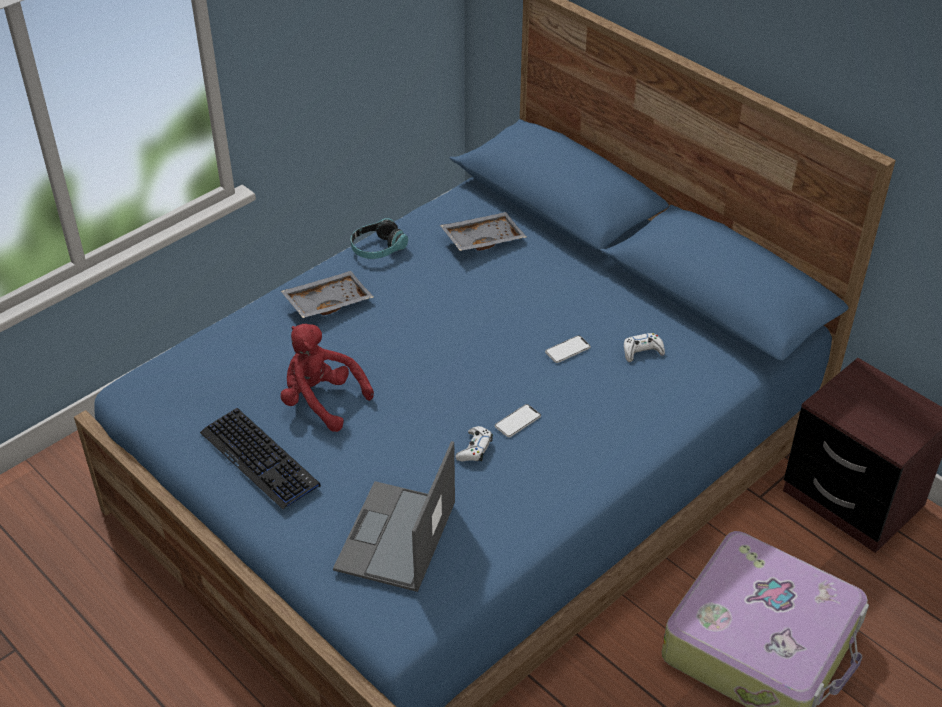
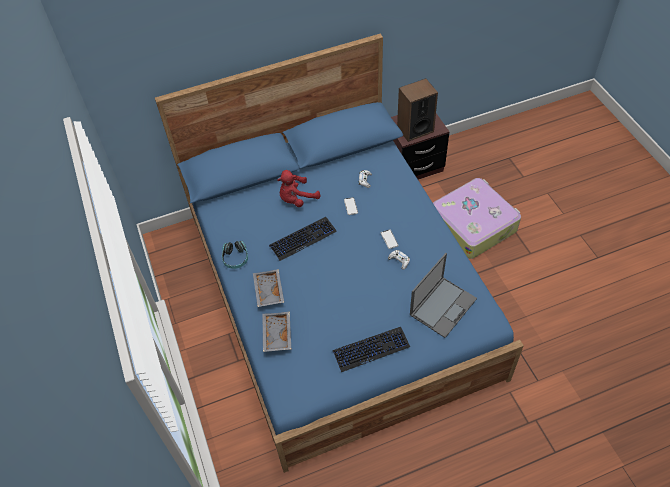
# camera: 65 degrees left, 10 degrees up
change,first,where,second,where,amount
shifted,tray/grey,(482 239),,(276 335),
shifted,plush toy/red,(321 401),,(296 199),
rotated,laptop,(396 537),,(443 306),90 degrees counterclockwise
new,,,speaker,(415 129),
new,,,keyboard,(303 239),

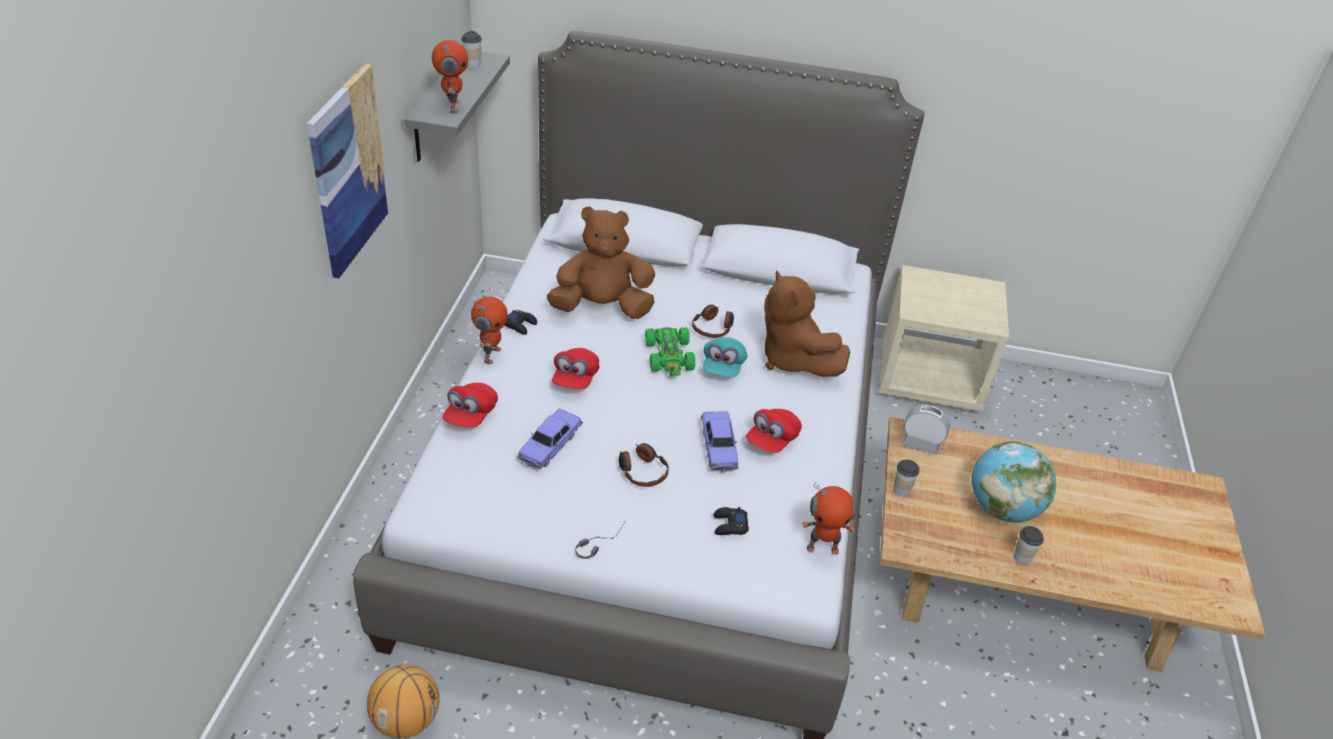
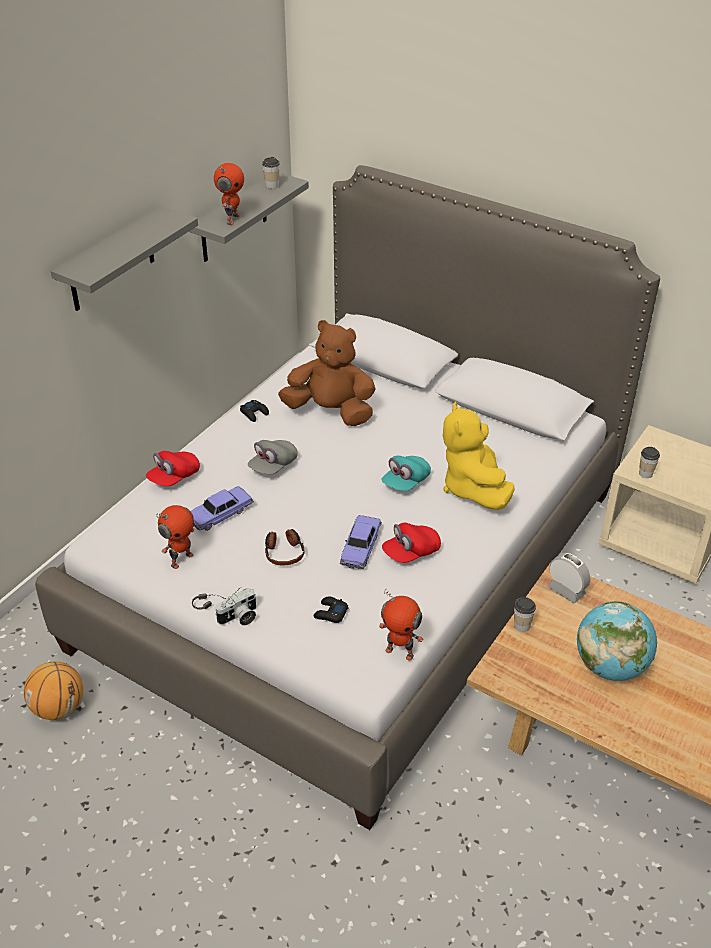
# camera: 25 degrees right, 0 degrees up
change,first,where,second,where,amount
swapped,picture,(348 171),shelf/grey,(111 261),
repainted,plush toy/brown,(792 359),plush toy/yellow,(473 488),
shifted,toy robot,(491 355),,(181 559),
gone,headphones,(713 327),,,
gone,toy car/green,(669 357),,,
repainted,cap/red,(575 379),cap/grey,(273 466),
shifted,cup,(1022 557),,(645 473),
new,,,photo camera,(239 618),

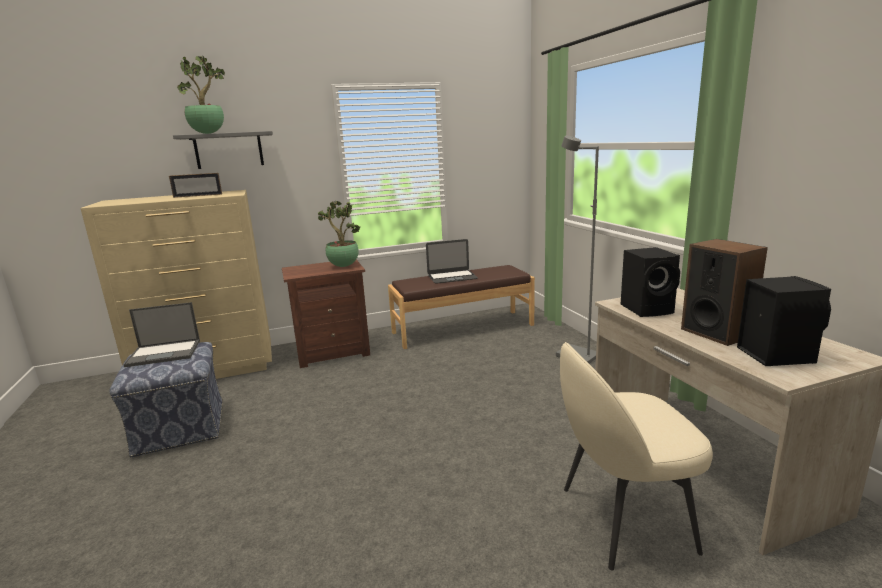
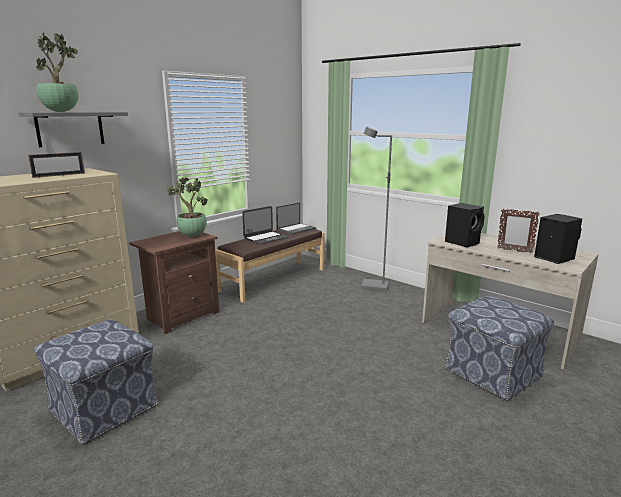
# camera: 30 degrees left, 0 degrees up
change,first,where,second,where,amount
swapped,speaker,(716 332),picture frame,(514 251),
shifted,laptop,(165 353),,(296 229),
swapped,chair/beige,(622 519),ottoman,(491 372),

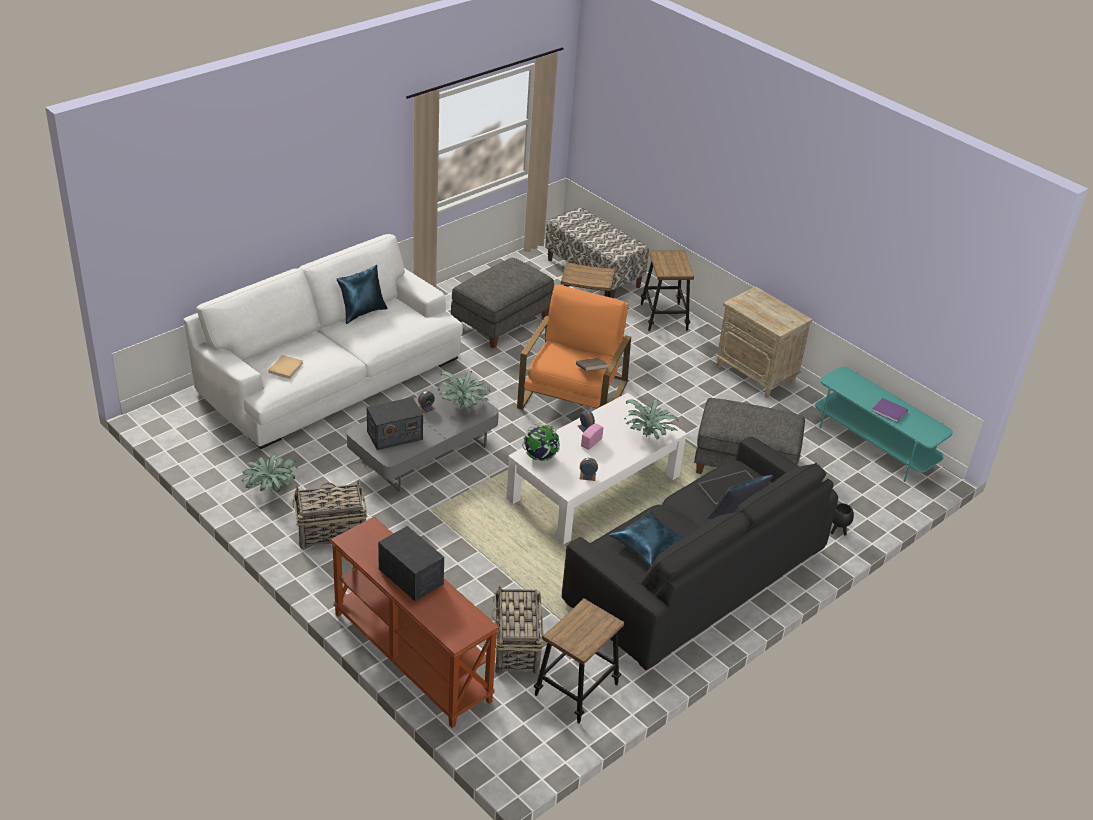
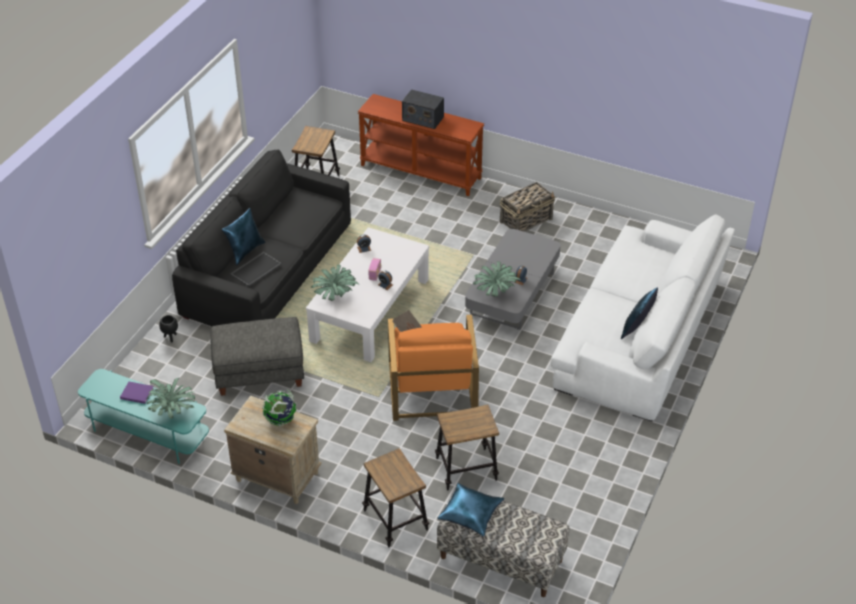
# camera: 160 degrees right, 5 degrees up
change,first,where,second,where,amount
gone,ottoman/grey,(501 320),,,
gone,book/beige,(286 367),,,
gone,radio,(394 435),,,
shifted,globe,(540 457),,(281 420),
shifted,potted plant,(270 489),,(172 411),
shifted,pillow/blue,(648 545),,(470 513),
gone,basket,(516 647),,,

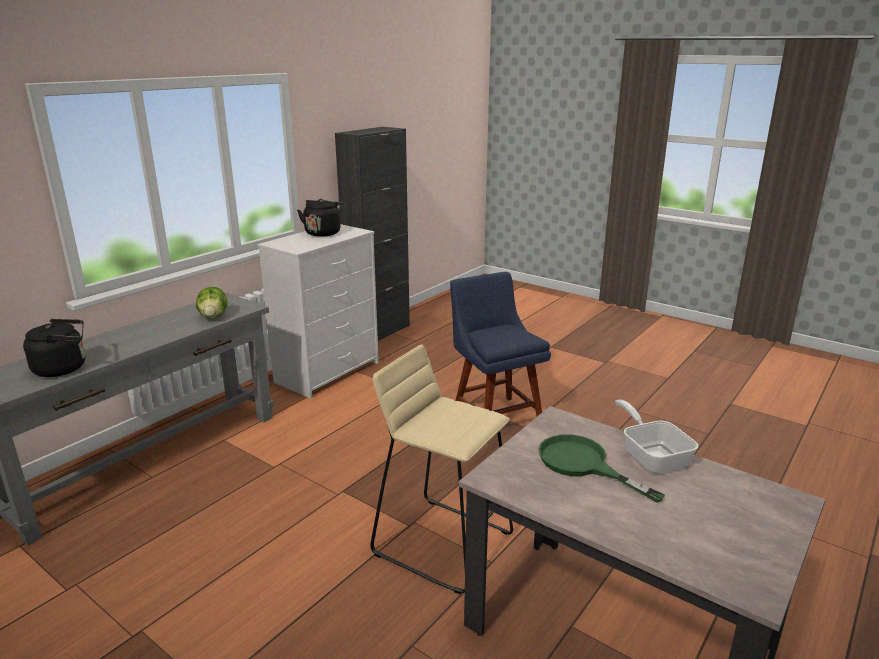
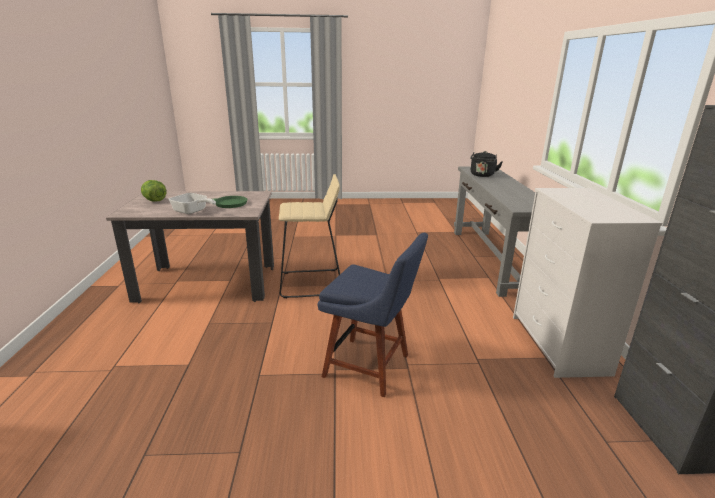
# camera: 140 degrees right, 0 degrees up
change,first,where,second,where,amount
gone,kettle/black,(323 233),,,
shifted,lettuce,(213 317),,(154 200),

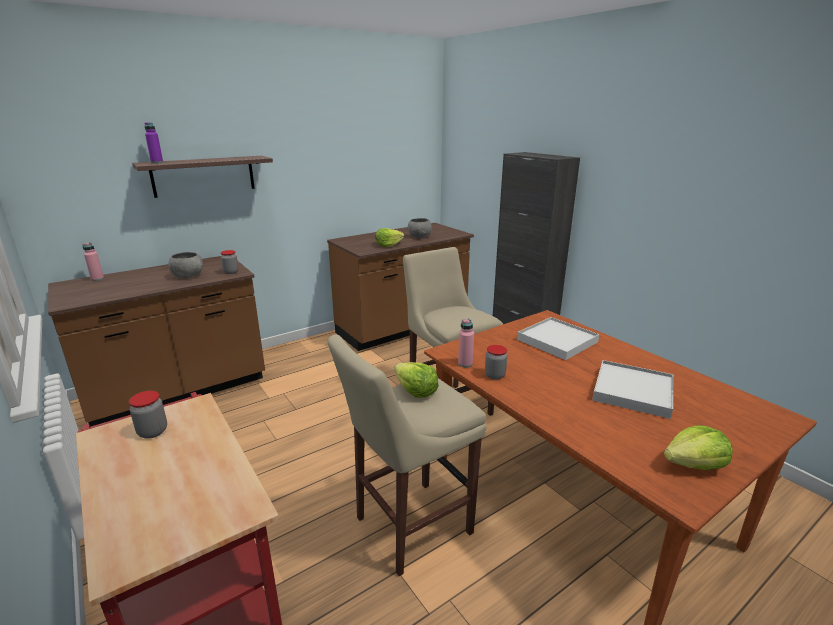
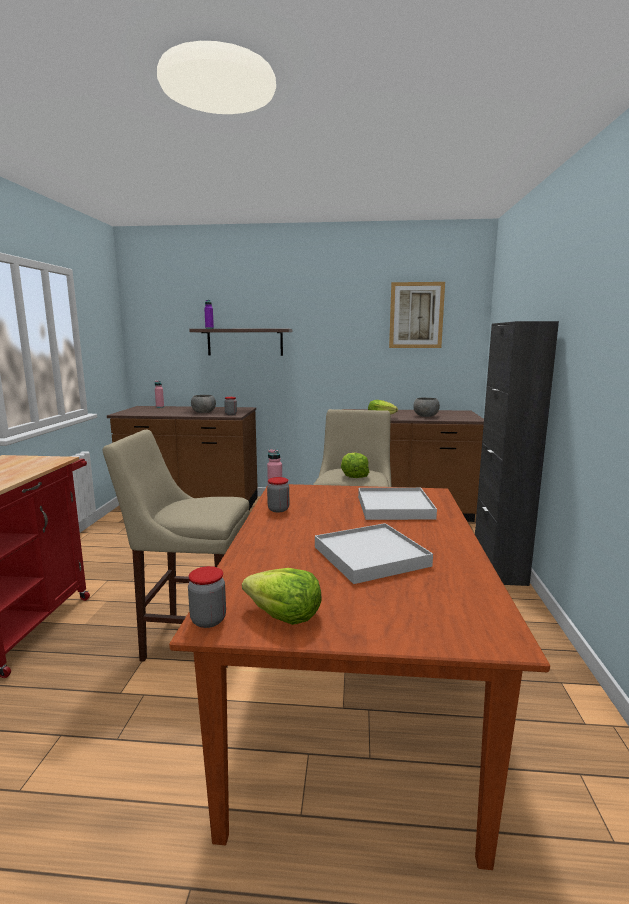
# camera: 40 degrees right, 10 degrees down
change,first,where,second,where,amount
shifted,lettuce,(415 391),,(353 475),
shifted,jar,(153 432),,(208 620),
new,,,picture,(416 315),

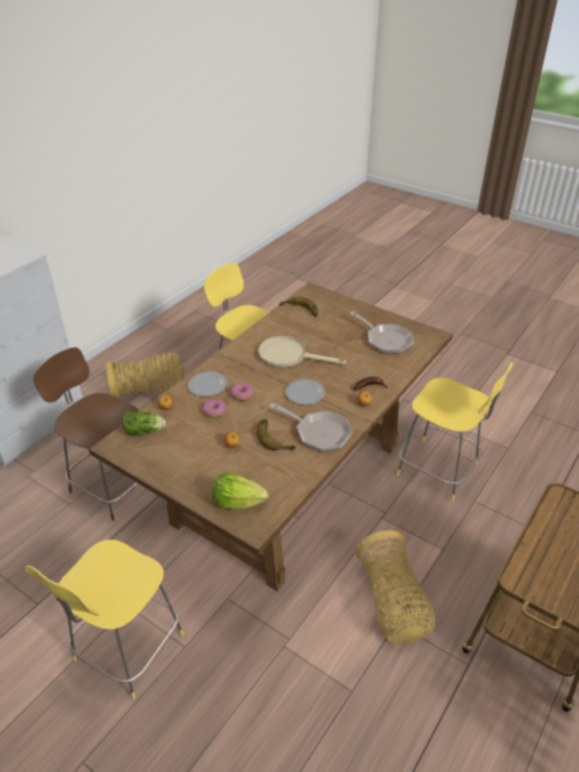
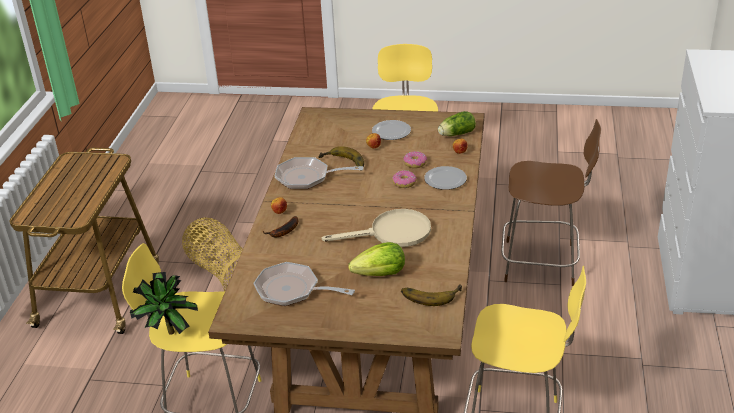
# camera: 155 degrees right, 5 degrees down
change,first,where,second,where,amount
gone,basket,(149 390),,,
shifted,plate,(304 394),,(391 131),
shifted,lettuce,(237 502),,(380 274),
new,,,potted plant,(166 333),

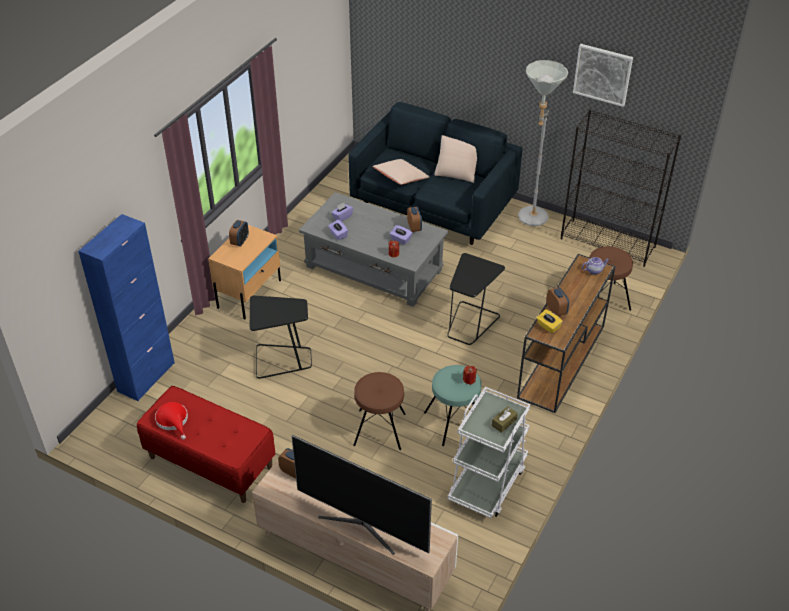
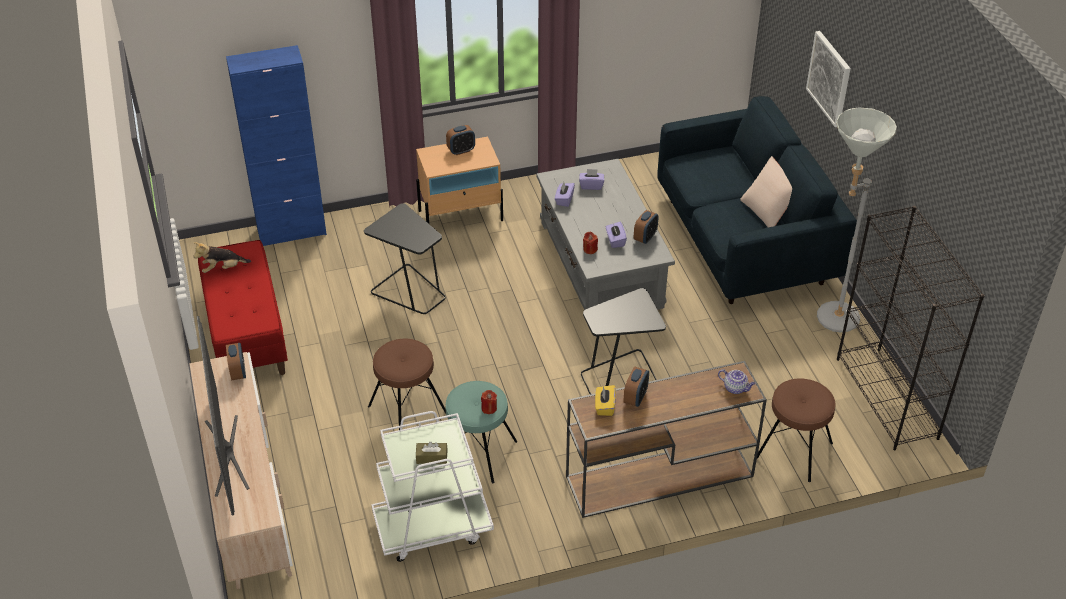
# camera: 45 degrees right, 0 degrees up
change,first,where,second,where,amount
shifted,picture,(602 74),,(829 78),
gone,pillow/beige,(401 178),,,
swapped,hat/red,(173 421),plush toy,(222 268),

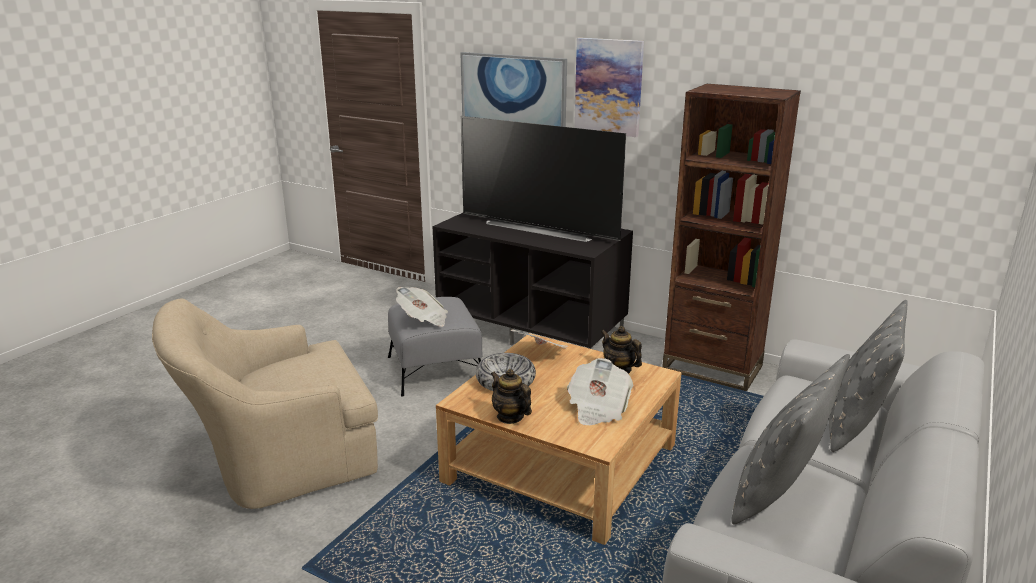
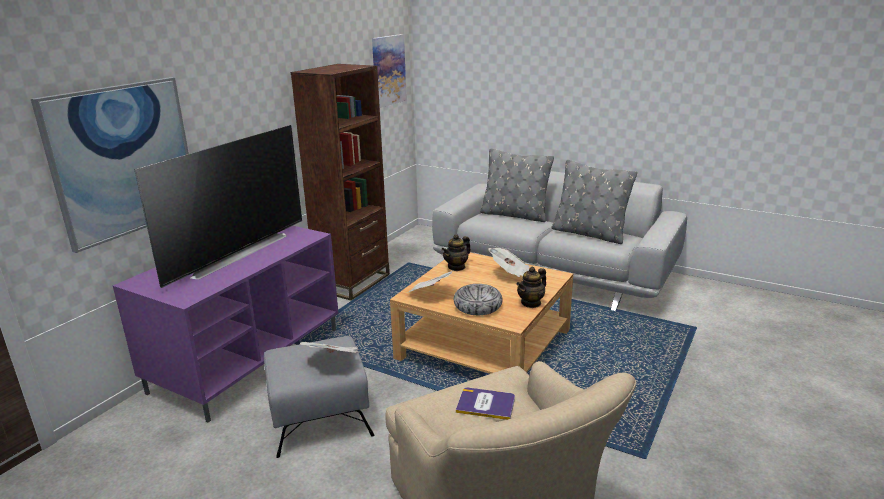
# camera: 90 degrees left, 0 degrees up
change,first,where,second,where,amount
shifted,picture,(608 87),,(388 70),
repainted,tv stand/black,(533 329),tv stand/purple,(248 359),
new,,,book,(486 404),

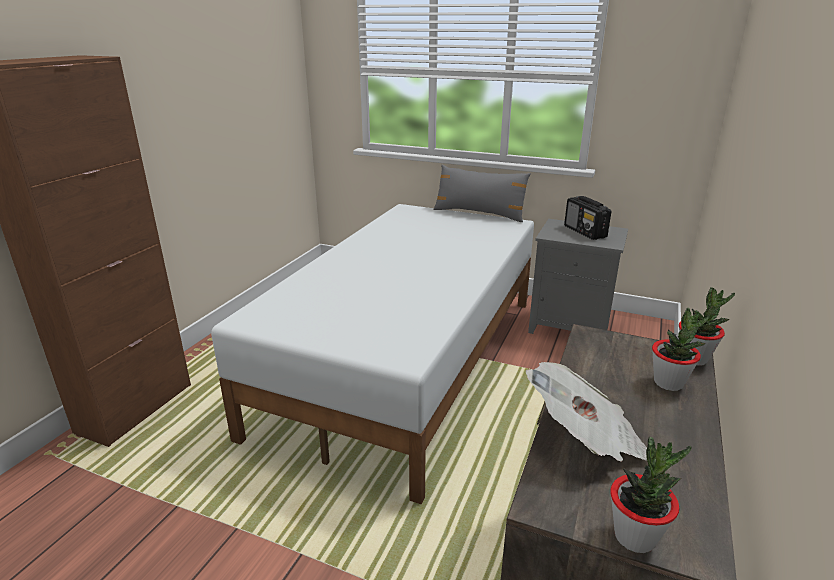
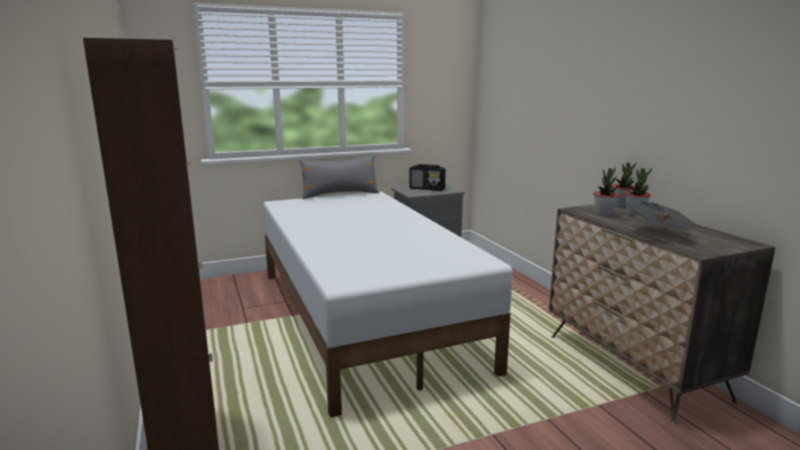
# camera: 45 degrees left, 10 degrees down
change,first,where,second,where,amount
shifted,potted plant,(635 537),,(604 213),

